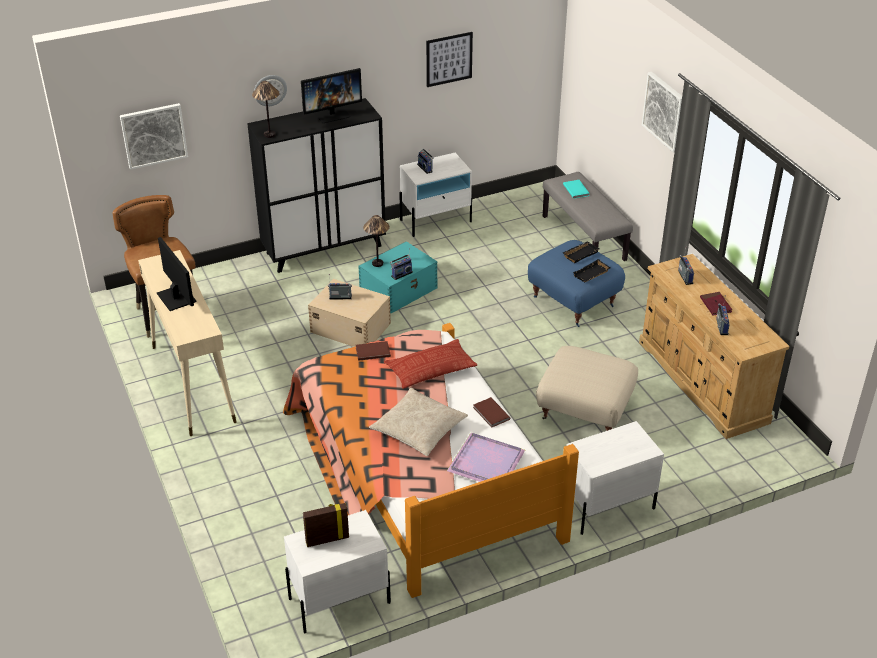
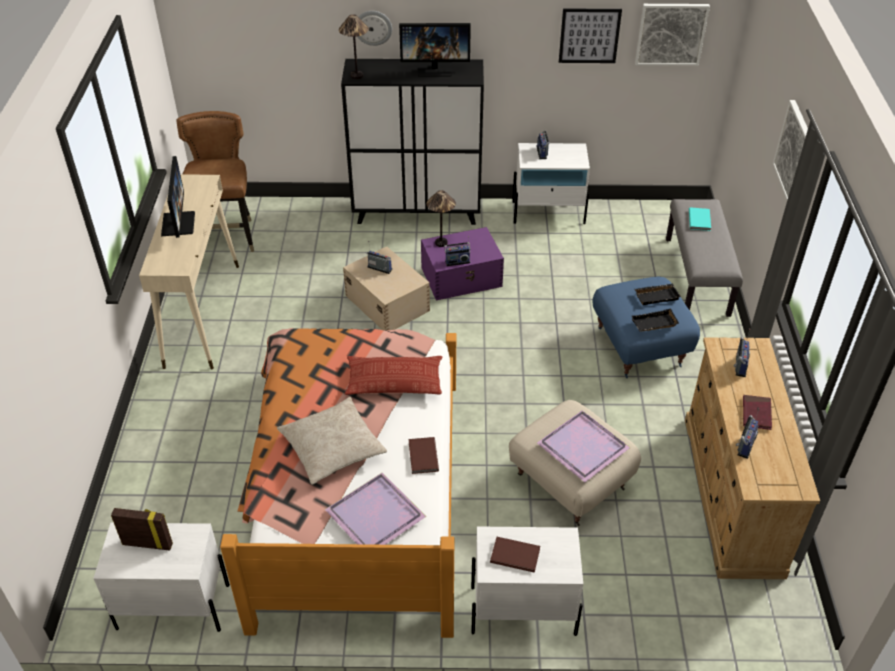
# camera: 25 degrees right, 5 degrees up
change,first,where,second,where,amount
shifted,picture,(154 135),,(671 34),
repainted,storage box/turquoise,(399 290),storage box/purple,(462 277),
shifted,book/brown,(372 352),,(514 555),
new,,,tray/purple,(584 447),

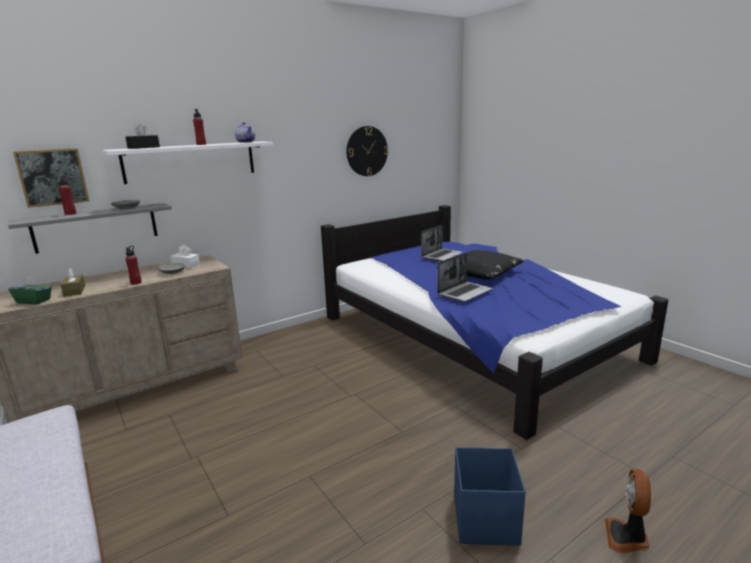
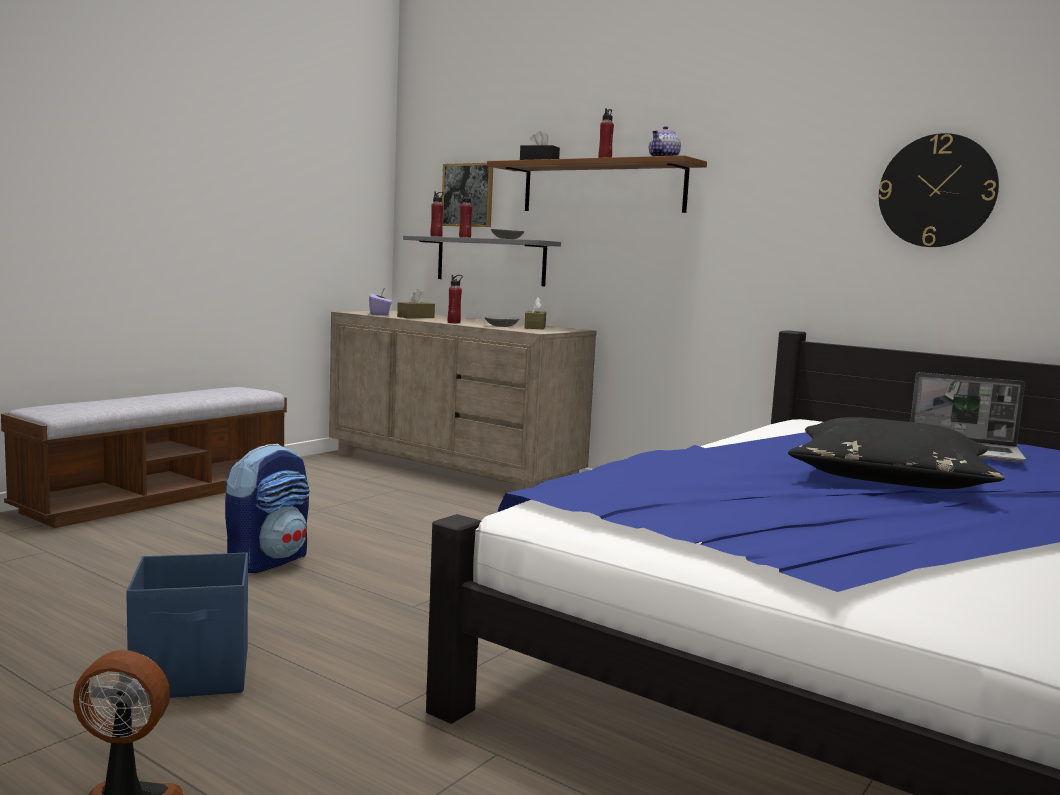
# camera: 70 degrees right, 10 degrees down
change,first,where,second,where,amount
repainted,shelf/white,(191 161),shelf/brown,(602 187),
repainted,tissue box/white,(186 265),tissue box/brown,(535 327),
gone,laptop,(464 292),,,
repainted,tissue box/green,(34 301),tissue box/purple,(380 314),
new,,,bottle/red,(436 236),
new,,,backpack,(268 561),

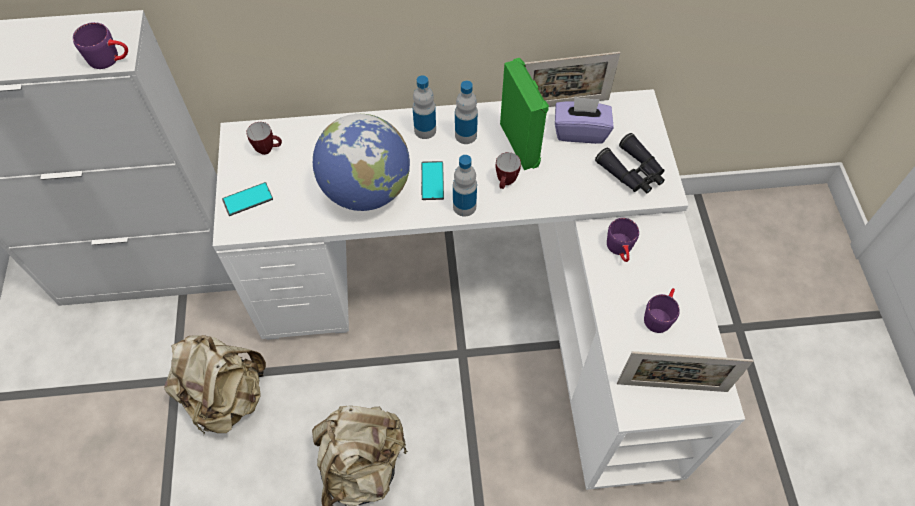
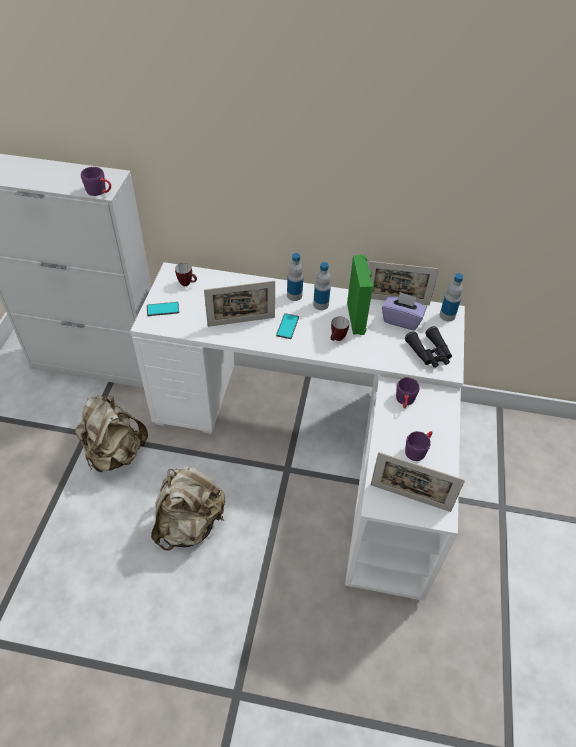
# camera: 15 degrees right, 10 degrees down
change,first,where,second,where,amount
swapped,globe,(366 190),picture frame,(241 322),
shifted,bottle,(464 206),,(447 315),

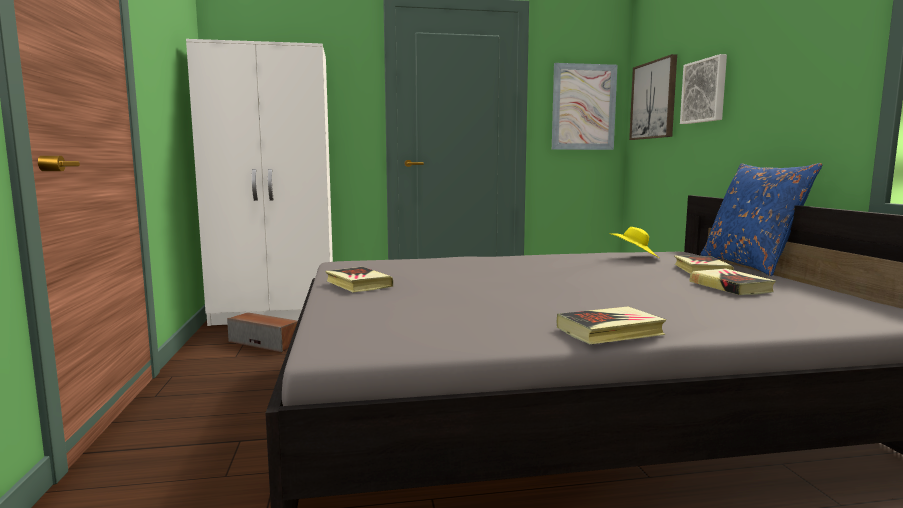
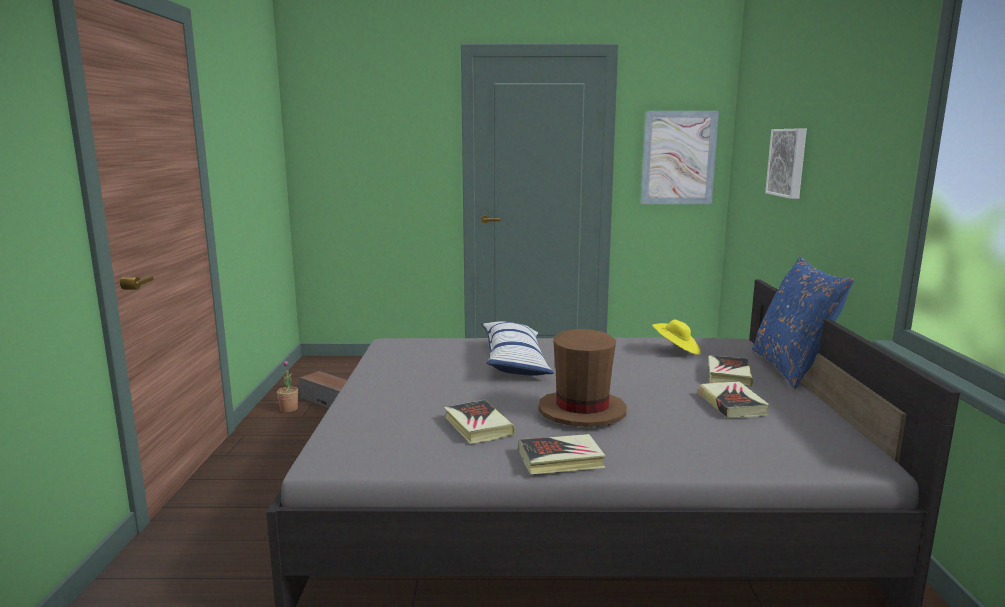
# camera: 10 degrees right, 5 degrees up
change,first,where,second,where,amount
gone,wardrobe/white,(276 315),,,
gone,picture,(654 100),,,
shifted,book,(358 284),,(478 426),
new,,,pillow,(514 361),
new,,,hat/brown,(581 411),
new,,,potted plant,(289 409),

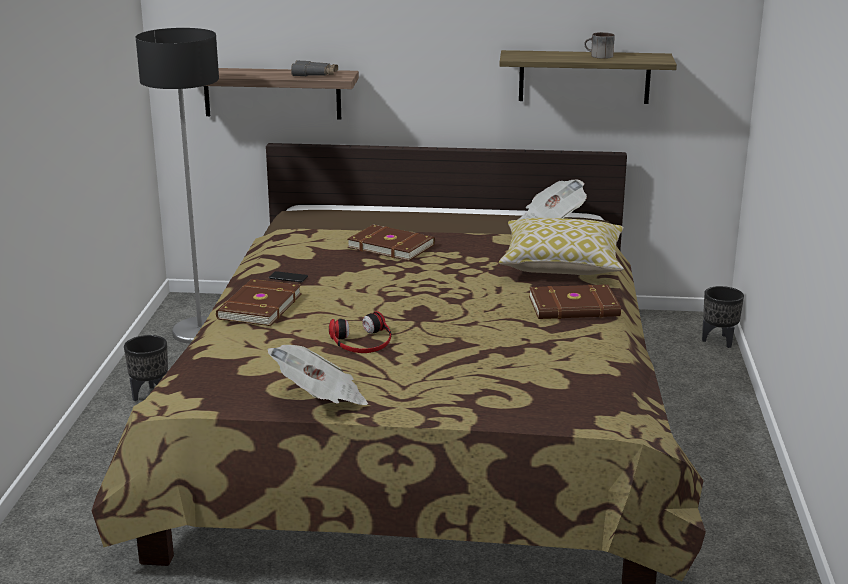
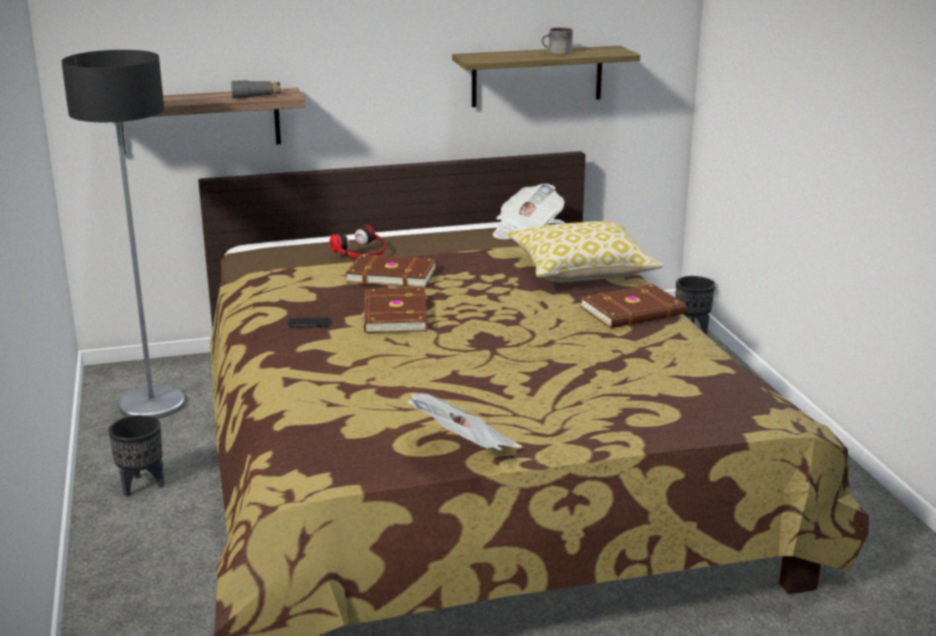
# camera: 20 degrees left, 0 degrees up
change,first,where,second,where,amount
shifted,book/brown,(258 307),,(393 315),
shifted,headphones,(362 341),,(361 250),

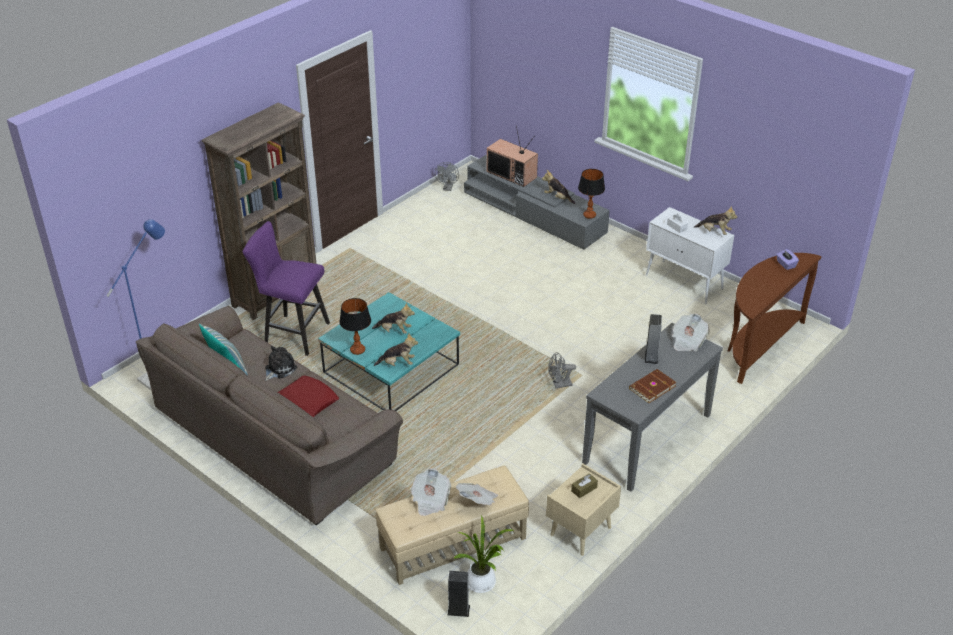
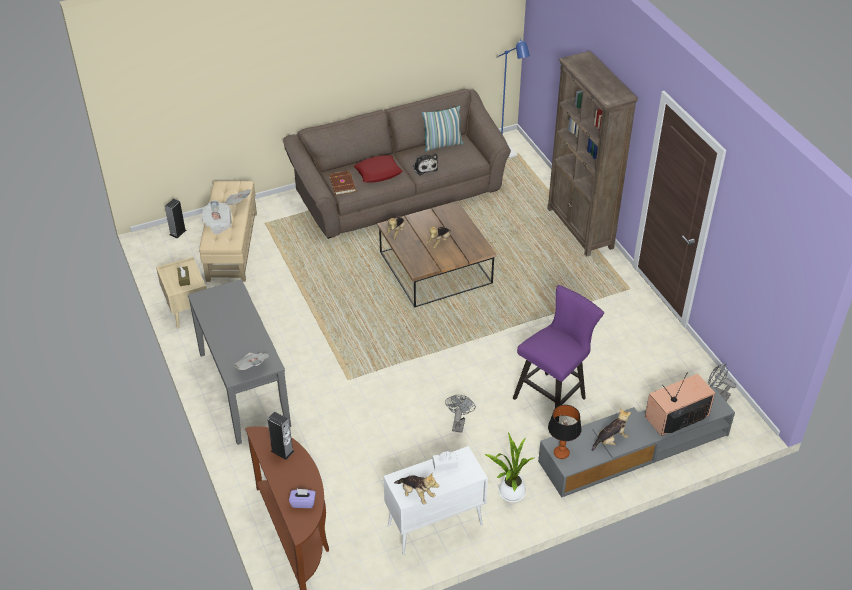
# camera: 115 degrees right, 5 degrees up
change,first,where,second,where,amount
rotated,plush toy,(714 232),,(416 494),105 degrees counterclockwise
shifted,stool/purple,(292 333),,(553 396),
repainted,coffee table/turquoise,(389 368),coffee table/brown,(436 267),
gone,table lamp,(358 350),,,
shifted,speaker,(651 357),,(282 451),
shifted,fan/grey,(559 385),,(458 423),
shifted,book/brown,(651 387),,(343 184),
shifted,potted plant,(483 583),,(510 493),

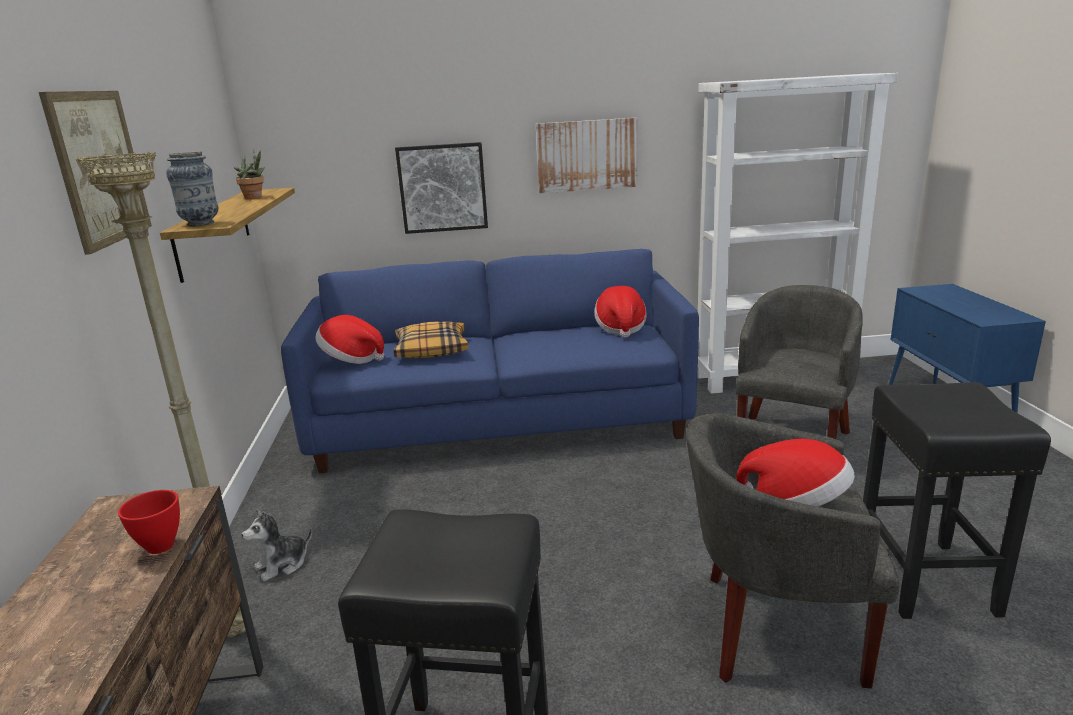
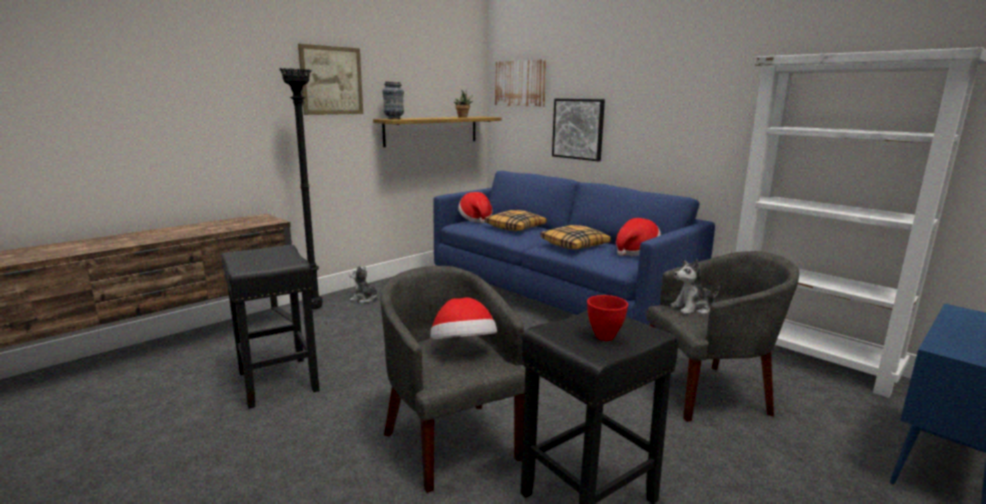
# camera: 50 degrees right, 5 degrees down
change,first,where,second,where,amount
shifted,picture,(586 155),,(520 83),
repainted,floor lamp/beige,(238 630),floor lamp/black,(316 308),
shifted,bowl/red,(160 546),,(604 336),
new,,,pillow,(575 245),
new,,,plush toy,(693 308),

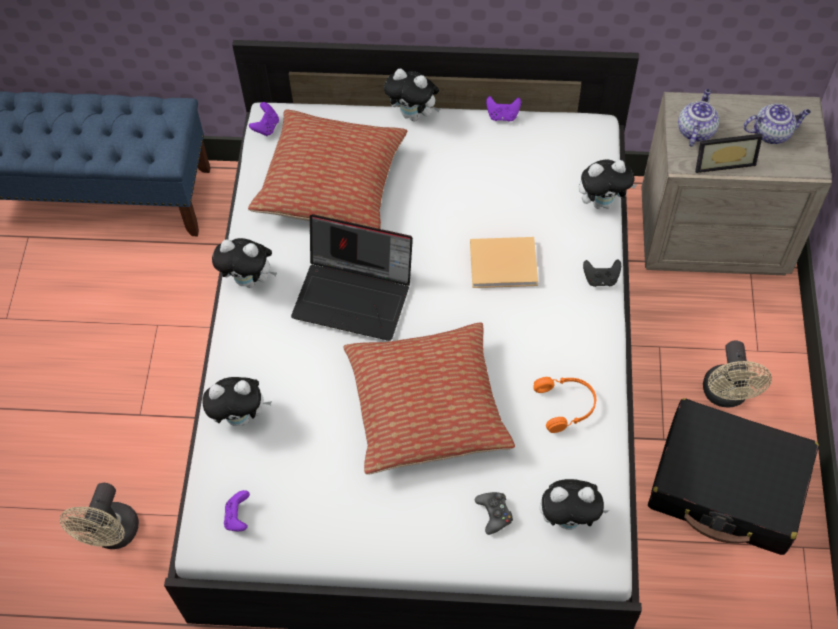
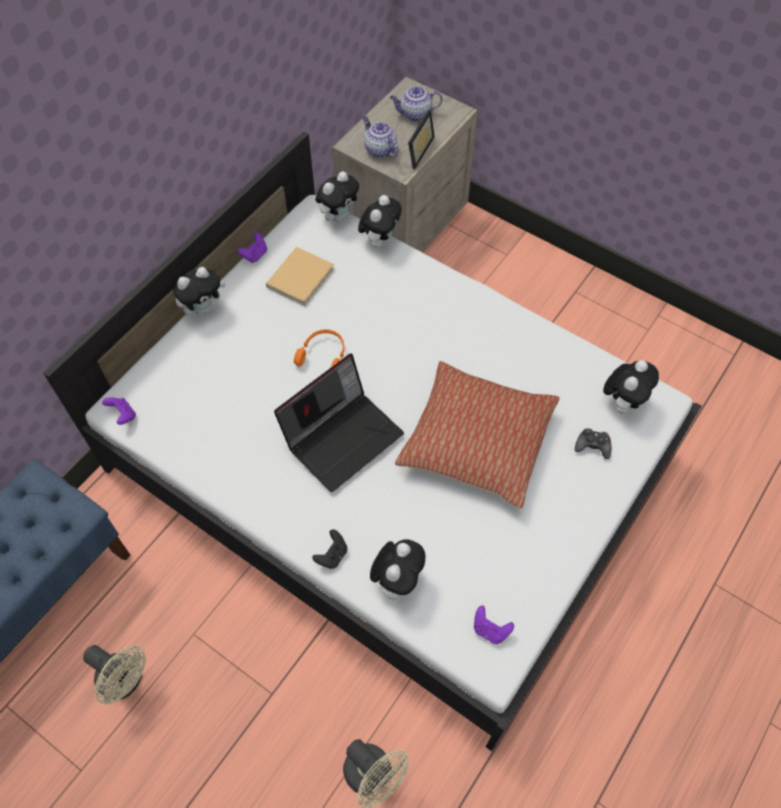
# camera: 60 degrees left, 0 degrees up
change,first,where,second,where,amount
rotated,teapot,(772 133),,(415 114),120 degrees counterclockwise
gone,pillow,(331 183),,,
shifted,book/beige,(505 264),,(301 276),
shifted,plush toy,(249 280),,(338 216),
shifted,game controller/black,(600 279),,(332 555),
shifted,fan/beige,(726 395),,(126 681),
shifted,headphones/orange,(566 405),,(323 355),
gone,suitcase/black,(727 486),,,

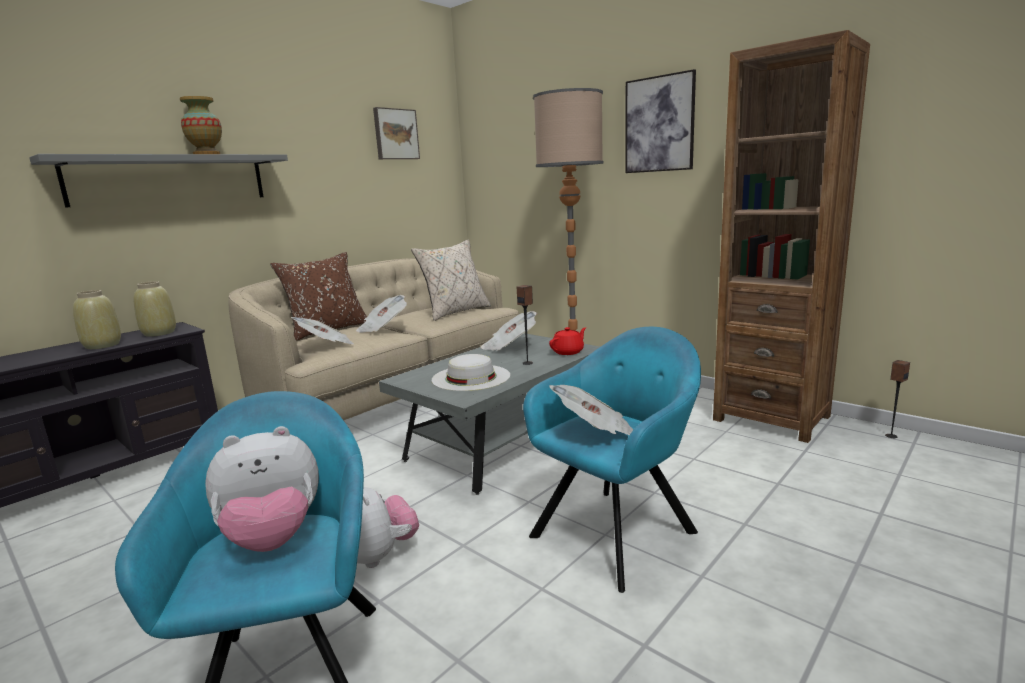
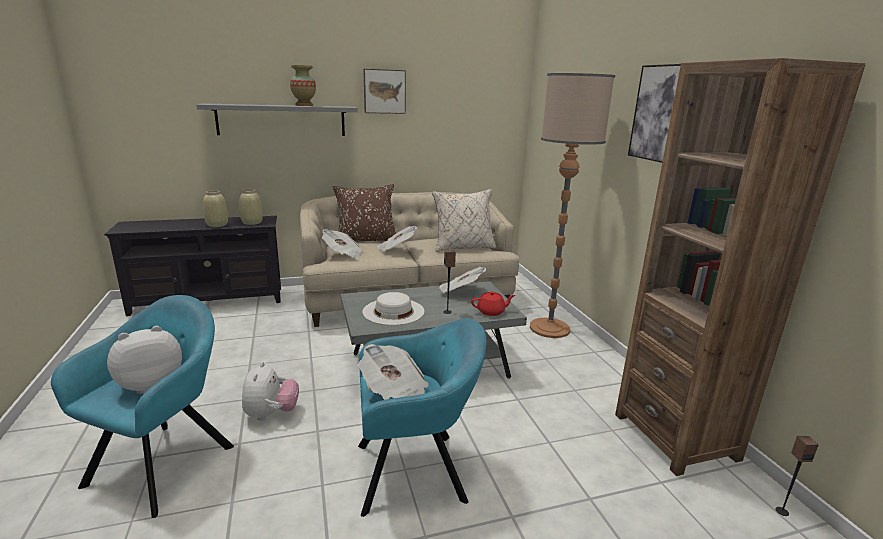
# camera: 30 degrees right, 5 degrees up
change,first,where,second,where,amount
shifted,picture,(395 134),,(384 91),
rotated,plush toy,(273 538),,(150 384),135 degrees clockwise

